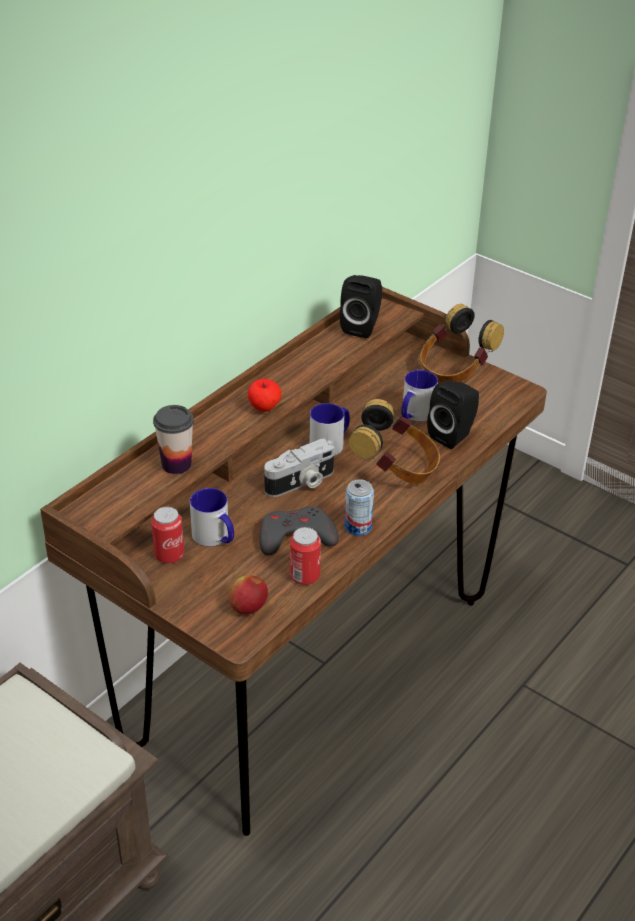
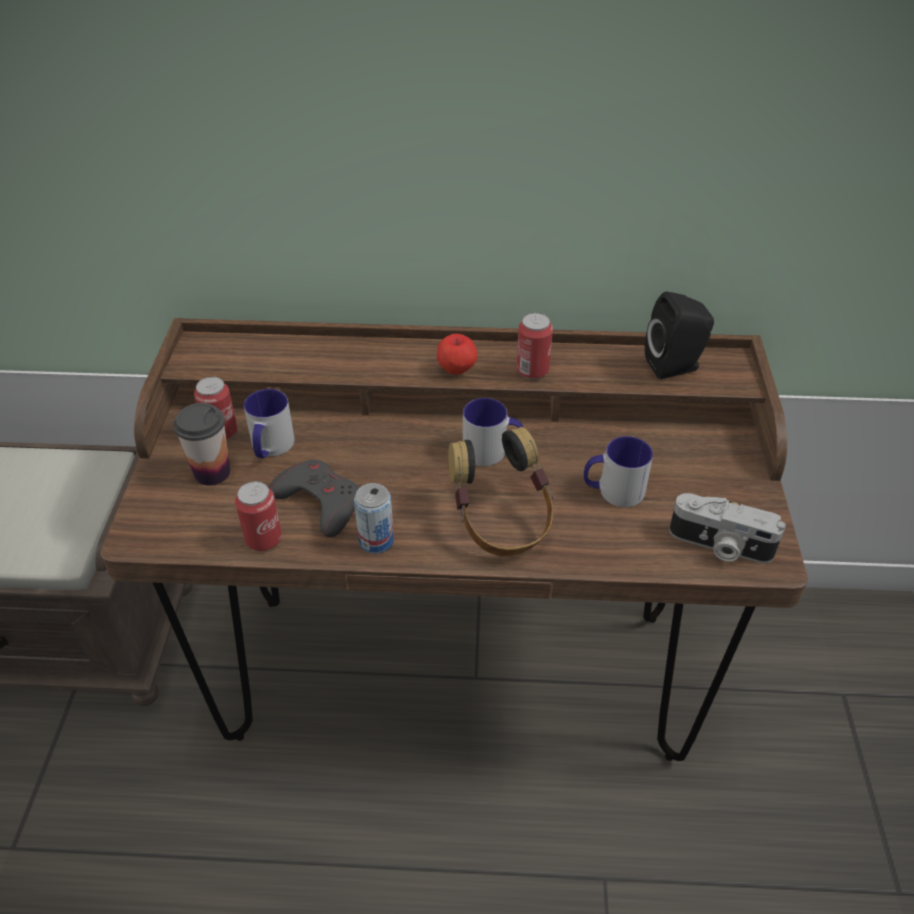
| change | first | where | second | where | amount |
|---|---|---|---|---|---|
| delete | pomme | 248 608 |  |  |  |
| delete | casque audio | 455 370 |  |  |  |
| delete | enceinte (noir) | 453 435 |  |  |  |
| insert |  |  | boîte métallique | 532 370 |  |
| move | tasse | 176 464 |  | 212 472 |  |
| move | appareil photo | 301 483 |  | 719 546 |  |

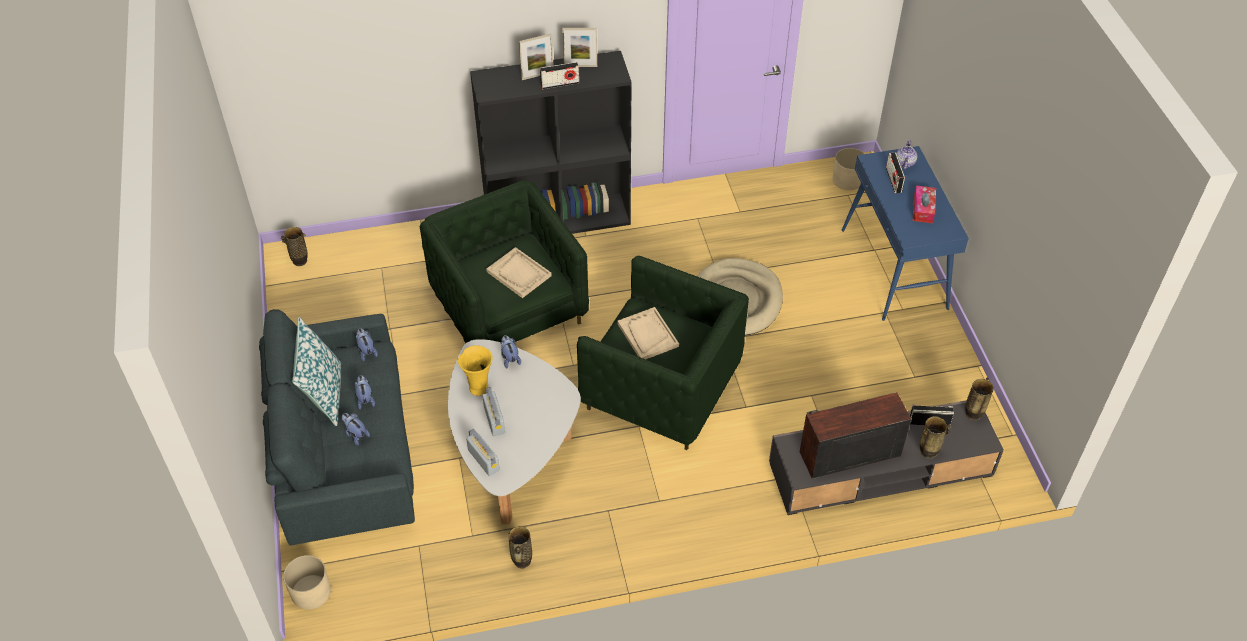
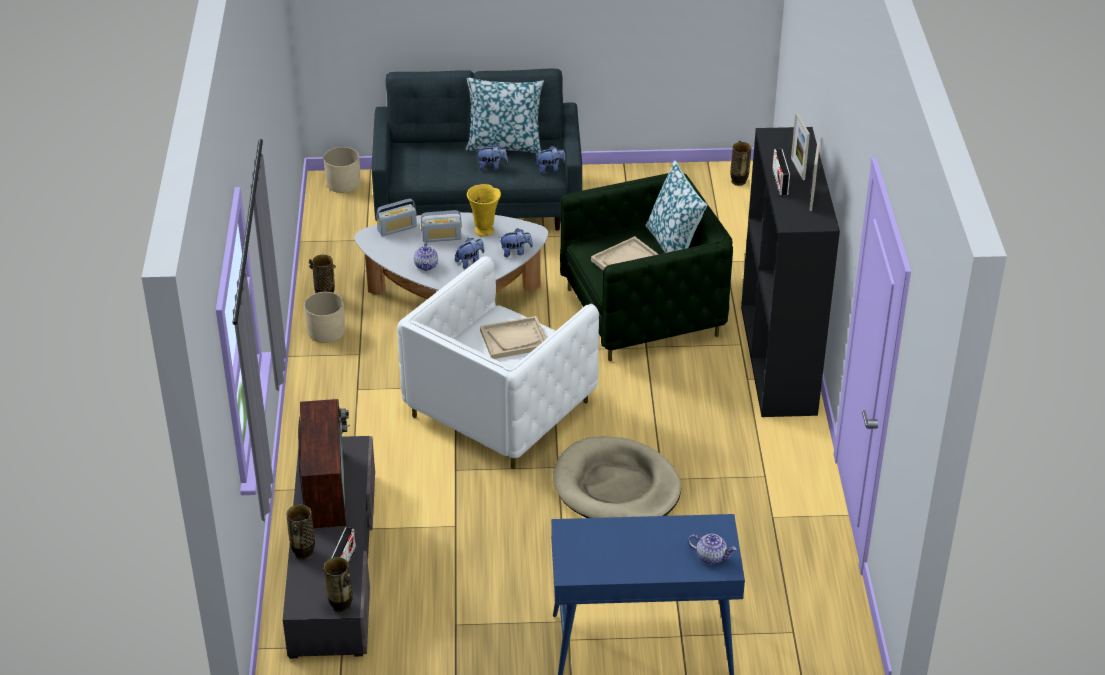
| change | first | where | second | where | amount |
|---|---|---|---|---|---|
| delete | radio | 893 180 |  |  |  |
| delete | boîte à mouchoirs | 923 208 |  |  |  |
| insert |  |  | théière | 426 266 |  |
| insert |  |  | coussin | 674 245 |  |
| move | peluche | 355 434 |  | 470 262 |  |
| move | cache-pot (beige) | 847 179 |  | 326 331 |  |
| recolor | fauteuil (vert) | 661 388 | fauteuil (blanc) | 500 409 |  |

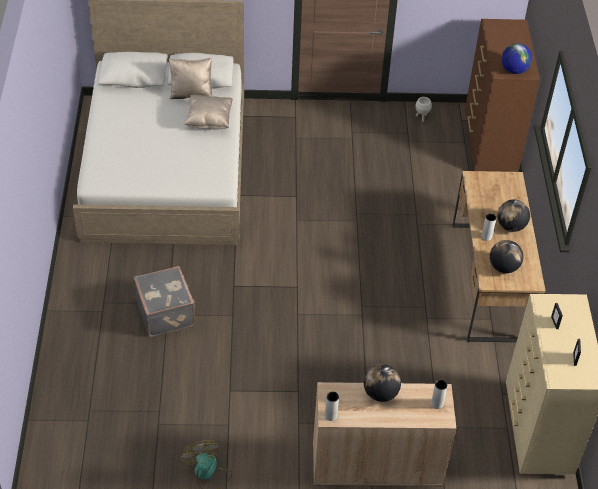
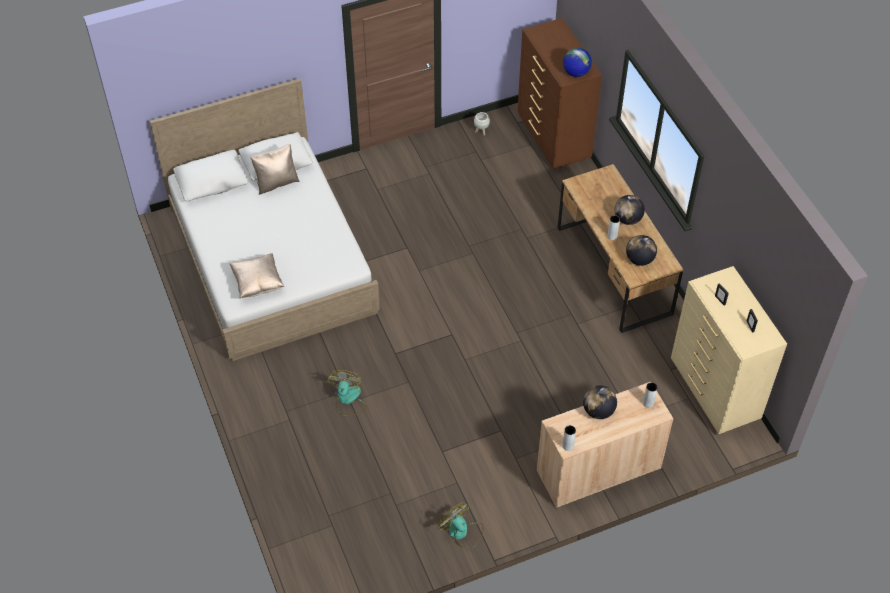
| change | first | where | second | where | amount |
|---|---|---|---|---|---|
| move | coussin (beige) | 209 121 |  | 258 283 |  |
| replace | valise (gris) | 166 312 | ventilateur | 348 400 |  |

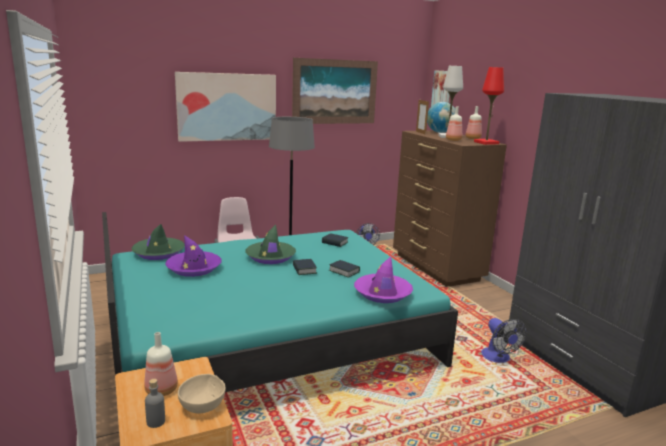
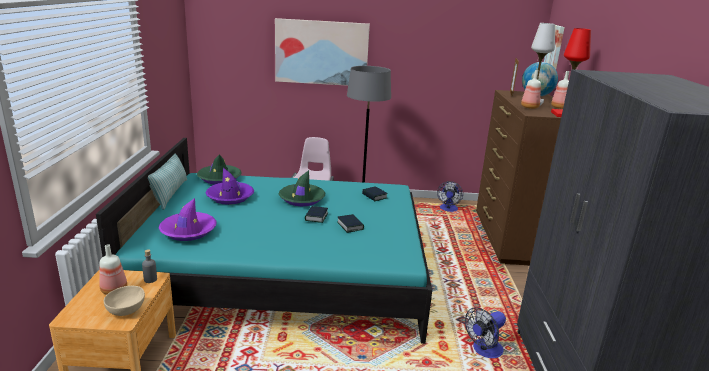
| change | first | where | second | where | amount |
|---|---|---|---|---|---|
| delete | tableau | 335 92 |  |  |  |
| insert |  |  | coussin | 170 193 |  |
| move | bouteille (gris) | 156 422 |  | 150 279 |  |
| move | chapeau (violet) | 382 293 |  | 188 231 |  |
| rotate | ventilateur | 498 358 |  | 484 350 | 45 degrees clockwise |

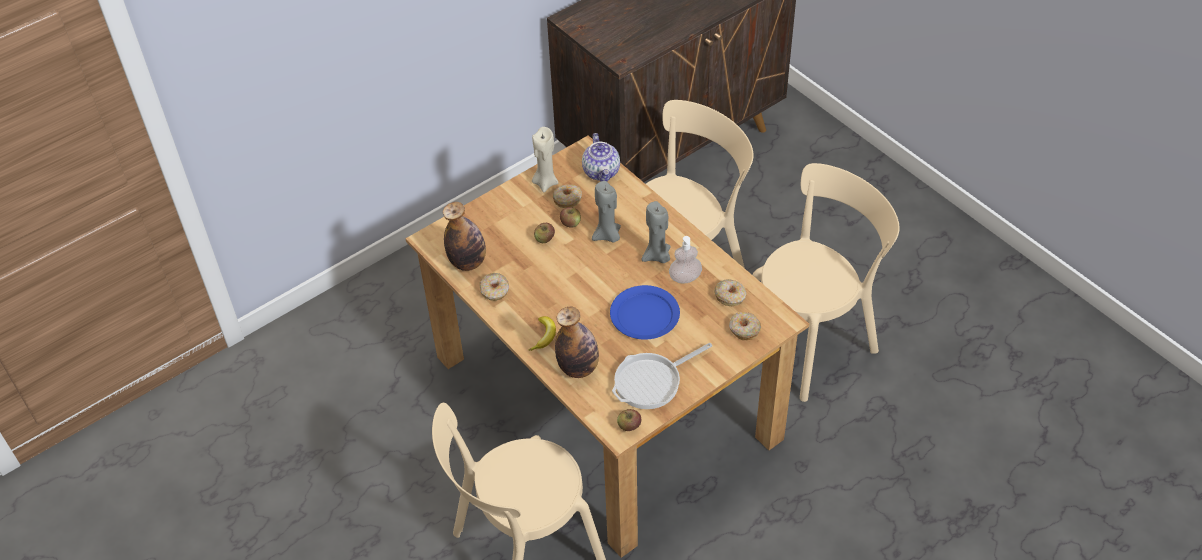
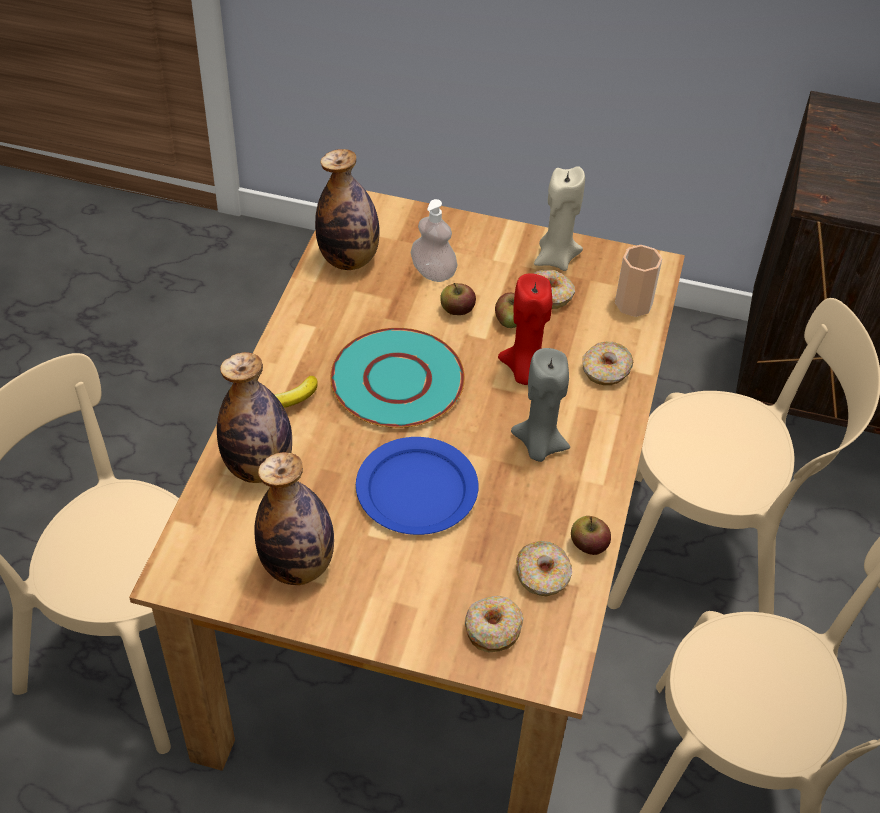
| change | first | where | second | where | amount |
|---|---|---|---|---|---|
| insert |  |  | assiette (turquoise) | 397 381 |  |
| move | beignet | 495 291 |  | 606 370 |  |
| move | pomme | 629 426 |  | 588 545 |  |
| move | distributeur de savon | 685 278 |  | 433 272 |  |
| replace | théière | 602 172 | tasse | 633 303 |  |
| replace | poêle | 652 382 | bouteille | 298 565 |  |
| recolor | bougie (gris) | 607 236 | bougie (rouge) | 524 371 |  |

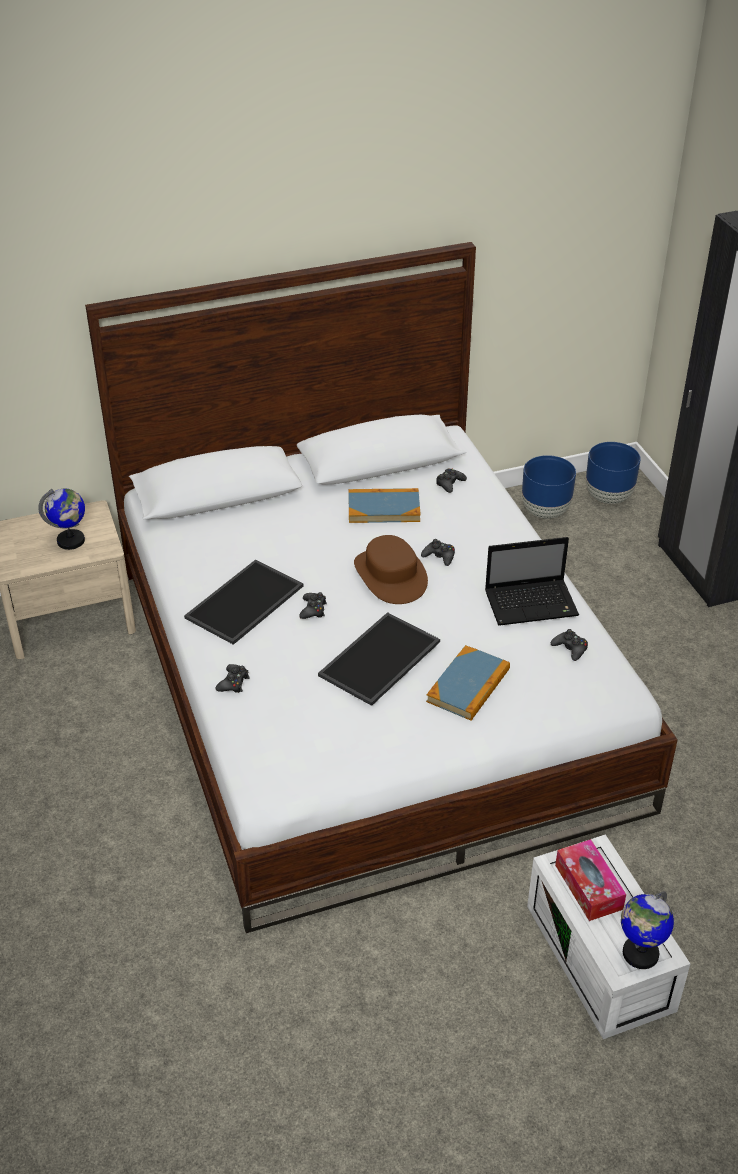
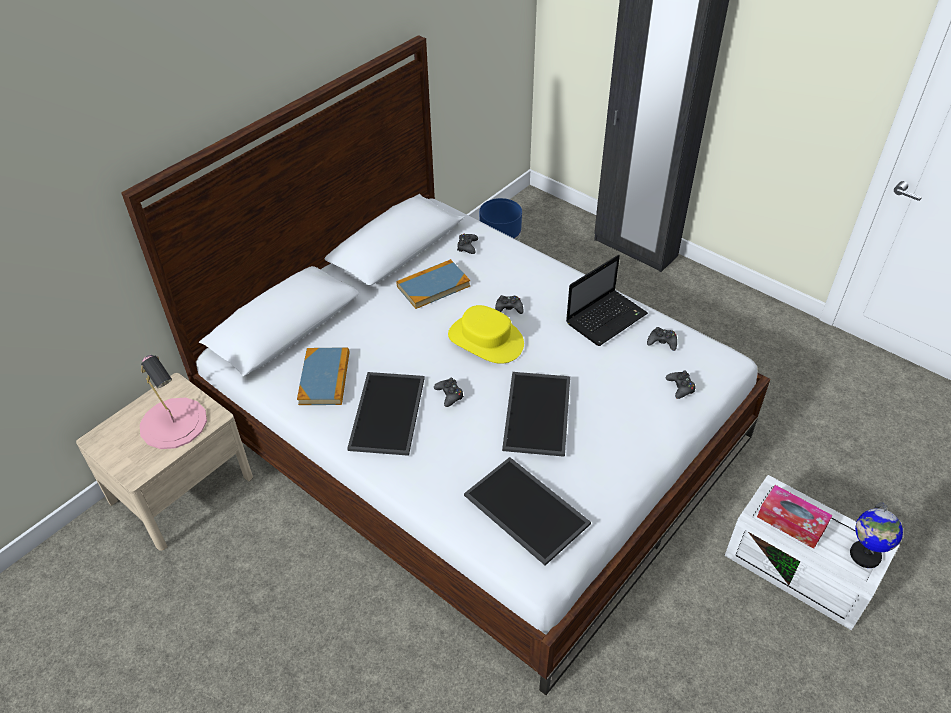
| change | first | where | second | where | amount |
|---|---|---|---|---|---|
| delete | cache-pot (bleu) | 608 497 |  |  |  |
| insert |  |  | plateau | 528 509 |  |
| move | manette (noir) | 233 683 |  | 680 387 |  |
| move | livre | 468 686 |  | 325 378 |  |
| replace | globe | 71 541 | lampe de table (rose) | 174 423 |  |
| recolor | chapeau (marron) | 391 575 | chapeau (jaune) | 486 339 |  |

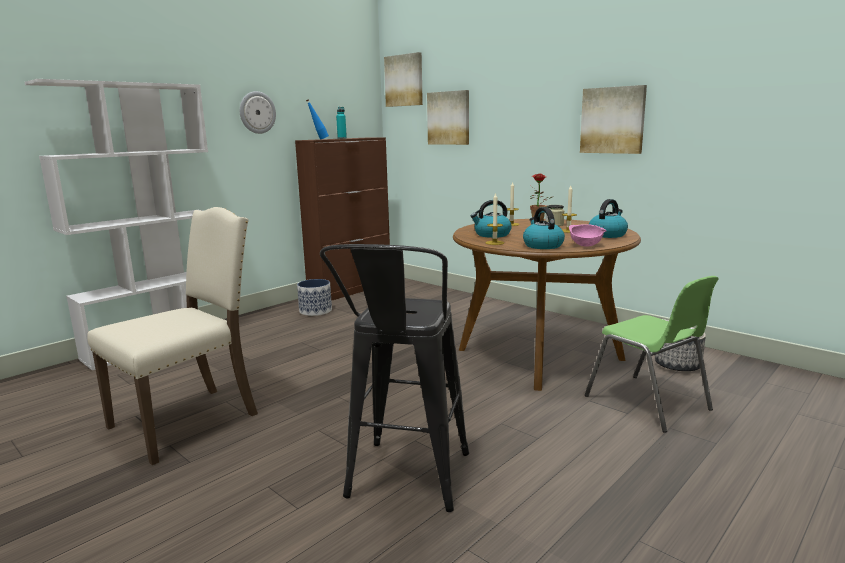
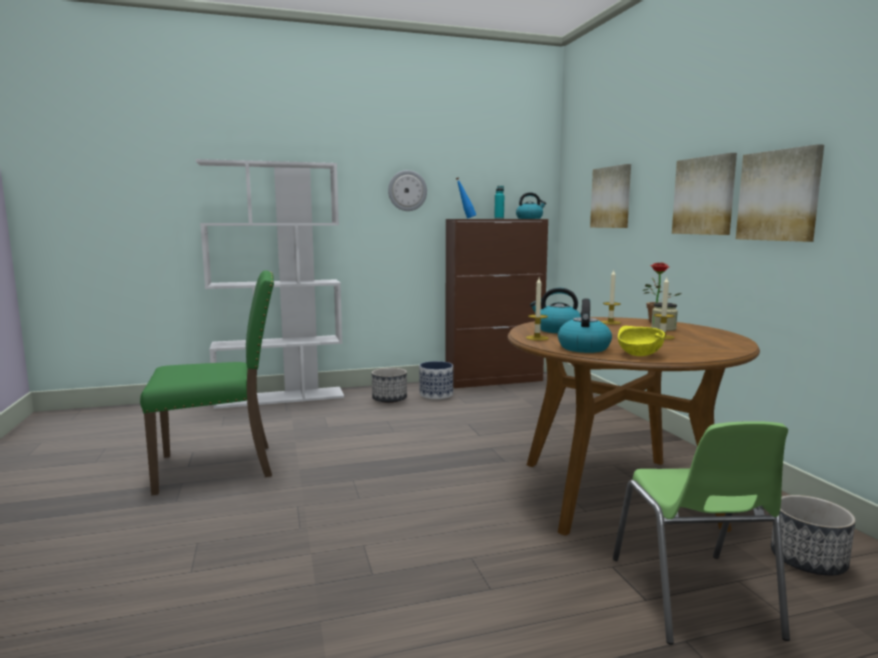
| change | first | where | second | where | amount |
|---|---|---|---|---|---|
| delete | tabouret (noir) | 405 483 |  |  |  |
| insert |  |  | cache-pot | 389 399 |  |
| move | tableau | 404 80 |  | 704 196 |  |
| move | bouilloire | 607 235 |  | 529 218 |  |
| recolor | chaise (beige) | 188 420 | chaise (vert) | 219 466 |  |
| recolor | bol (rose) | 586 245 | bol (jaune) | 639 355 |  |

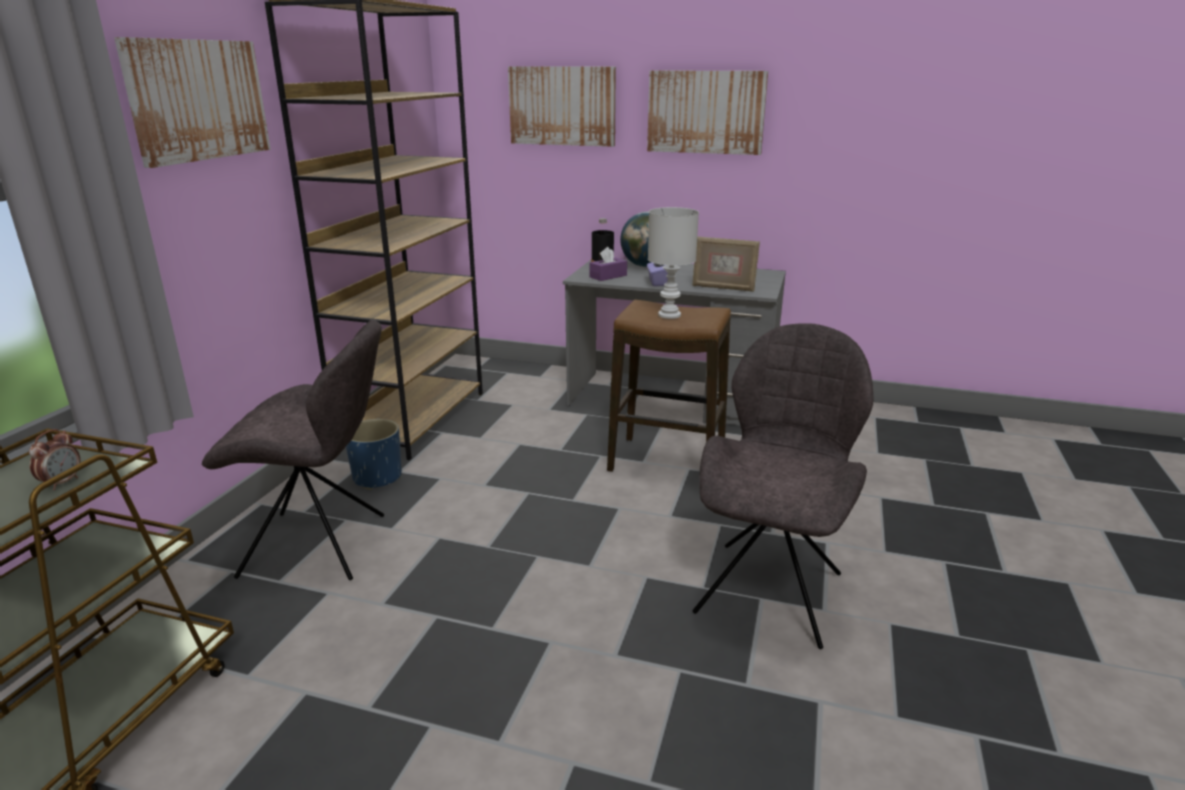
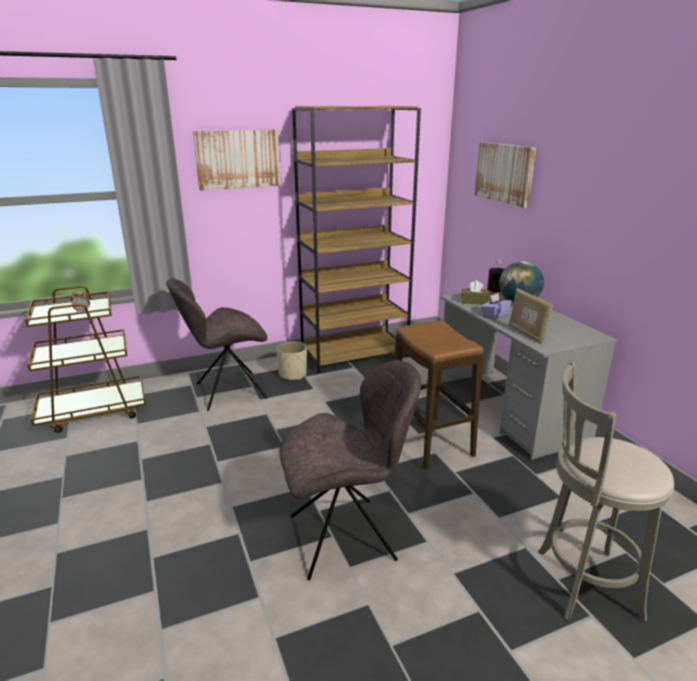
| change | first | where | second | where | amount |
|---|---|---|---|---|---|
| delete | tableau | 706 112 |  |  |  |
| delete | lampe de table (blanc) | 668 315 |  |  |  |
| insert |  |  | tabouret (gris) | 582 583 |  |
| recolor | cache-pot (bleu) | 377 477 | cache-pot (beige) | 293 375 |  |
| recolor | boîte à mouchoirs (violet) | 608 276 | boîte à mouchoirs (marron) | 474 301 |  |
| rotate | chaise (gris) | 320 545 |  | 227 391 | 105 degrees clockwise |

